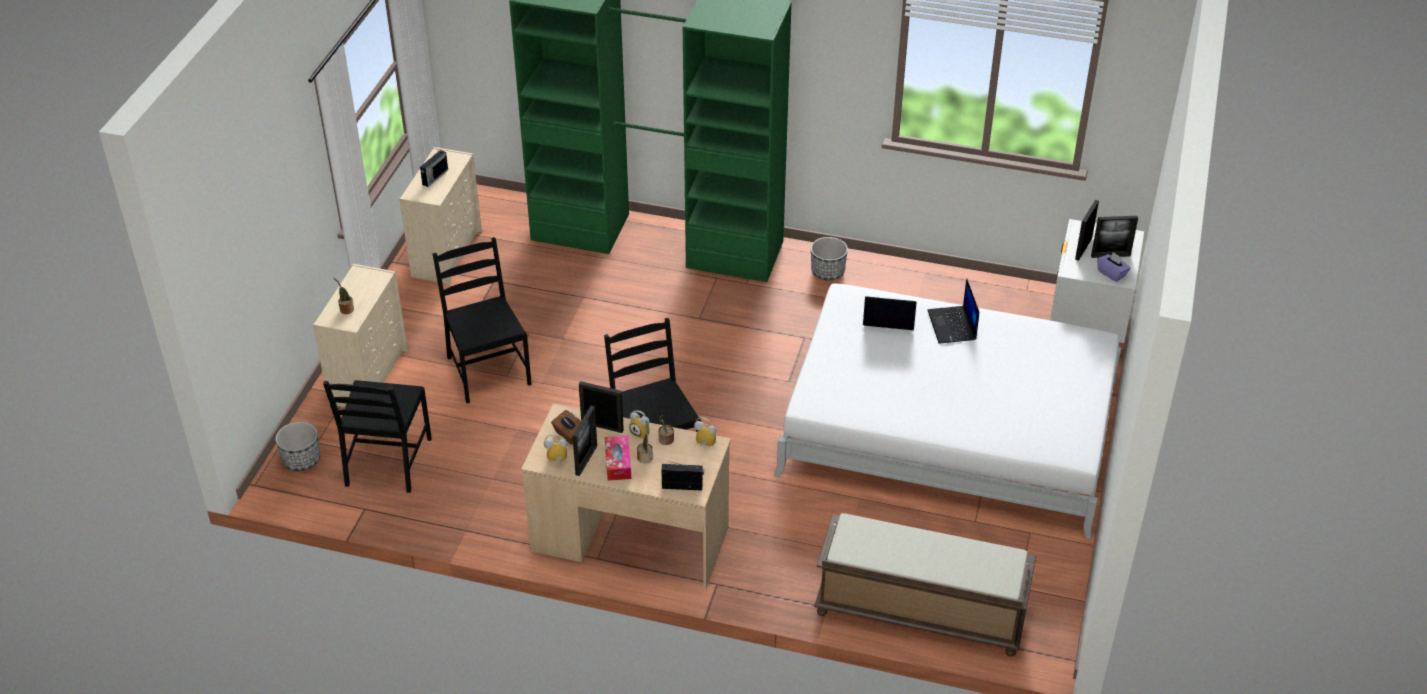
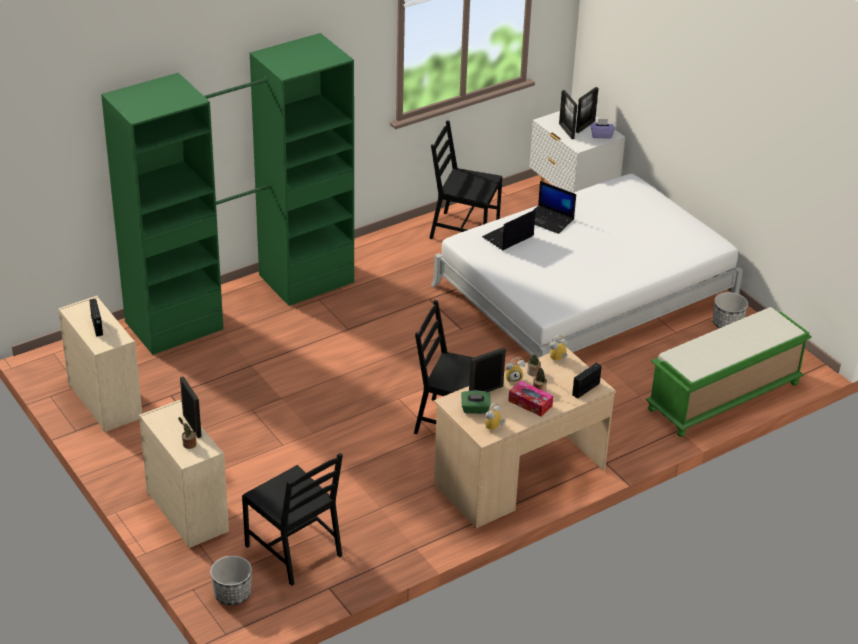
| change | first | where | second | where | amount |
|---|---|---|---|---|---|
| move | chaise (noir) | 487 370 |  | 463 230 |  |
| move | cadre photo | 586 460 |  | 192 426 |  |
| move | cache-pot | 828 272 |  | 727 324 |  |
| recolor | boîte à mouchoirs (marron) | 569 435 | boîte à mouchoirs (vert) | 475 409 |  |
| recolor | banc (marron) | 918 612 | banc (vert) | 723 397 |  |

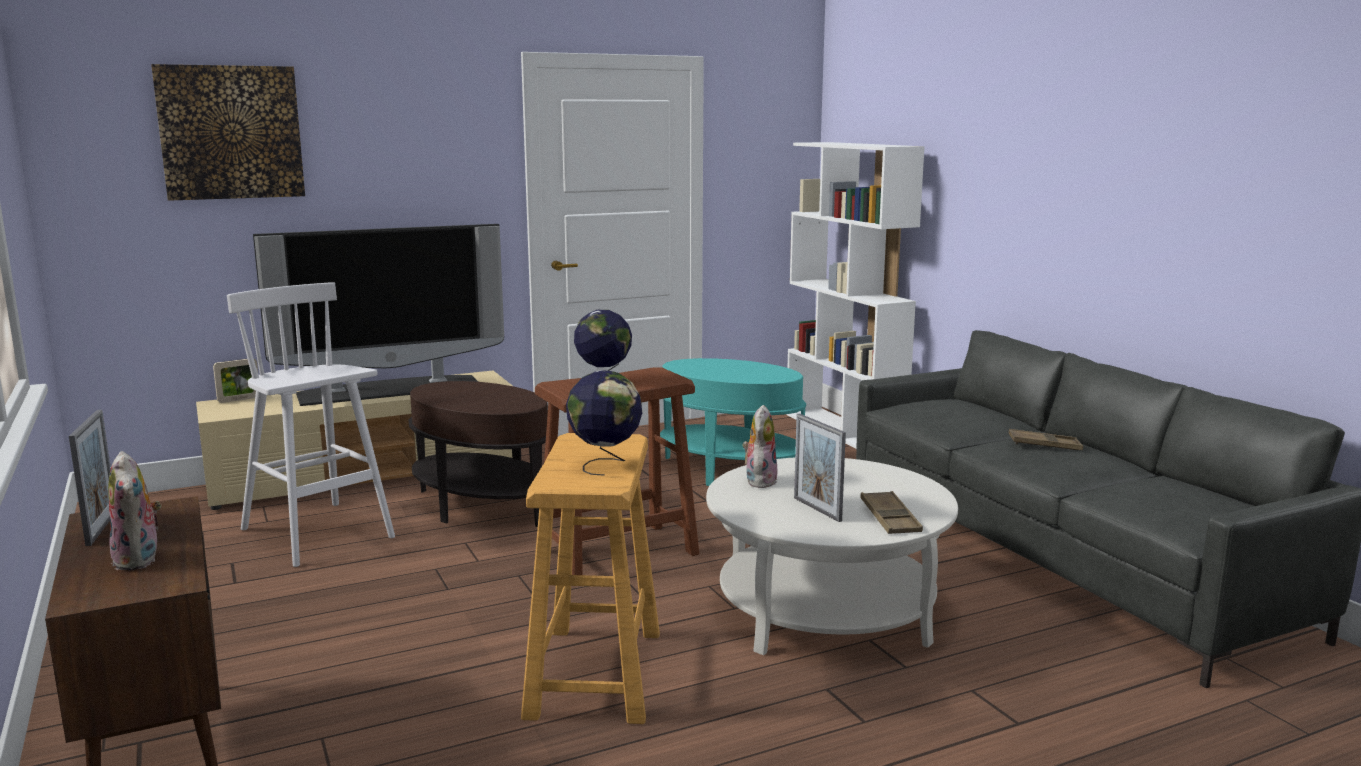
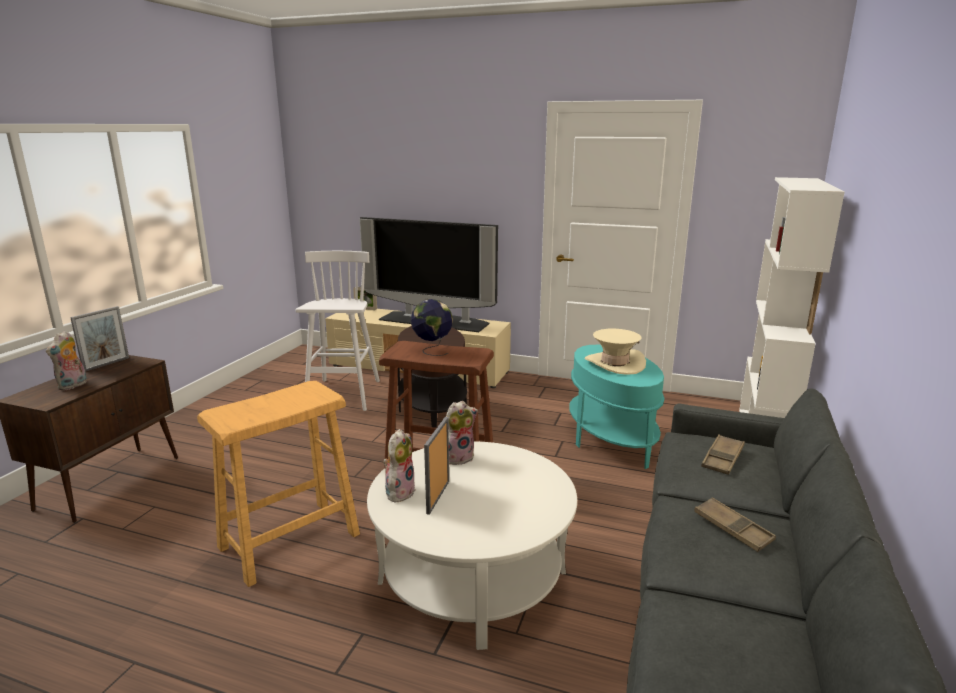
| change | first | where | second | where | amount |
|---|---|---|---|---|---|
| delete | tableau | 231 132 |  |  |  |
| delete | globe | 605 464 |  |  |  |
| insert |  |  | peluche | 399 491 |  |
| insert |  |  | chapeau (beige) | 614 364 |  |
| move | plateau (marron) | 890 518 |  | 722 458 |  |

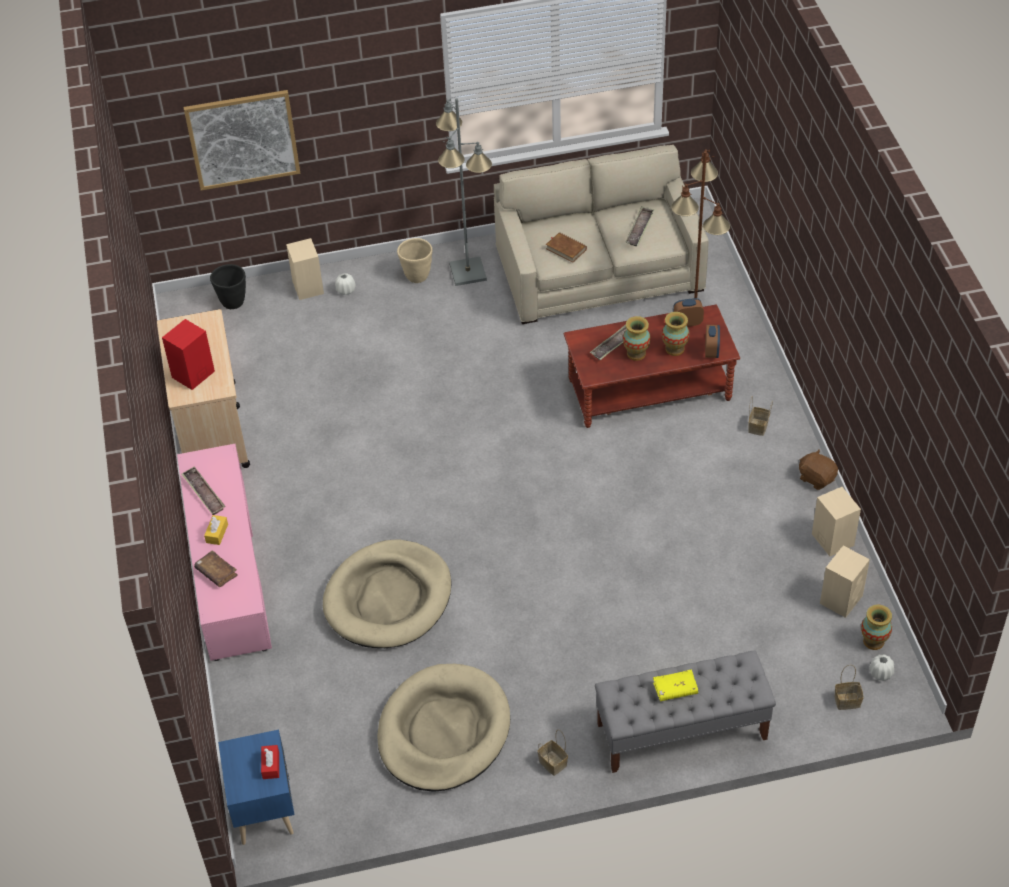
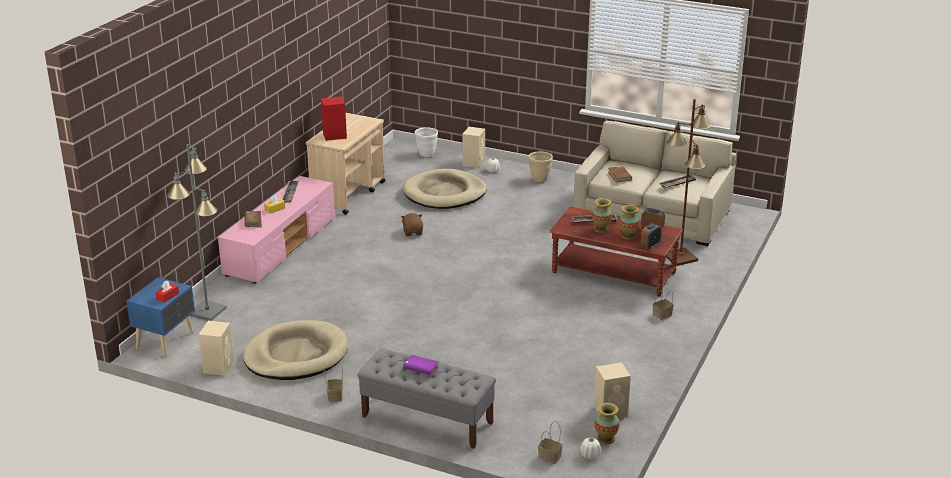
| change | first | where | second | where | amount |
|---|---|---|---|---|---|
| delete | tableau | 243 139 |  |  |  |
| move | panier pour chien (beige) | 388 598 |  | 445 193 |  |
| move | lampadaire (gris) | 468 272 |  | 208 311 |  |
| move | peluche (marron) | 816 478 |  | 413 232 |  |
| move | enceinte (beige) | 832 539 |  | 219 366 |  |
| recolor | cache-pot (noir) | 233 302 | cache-pot (blanc) | 426 154 |  |
| recolor | livre (jaune) | 675 689 | livre (violet) | 421 369 |  |

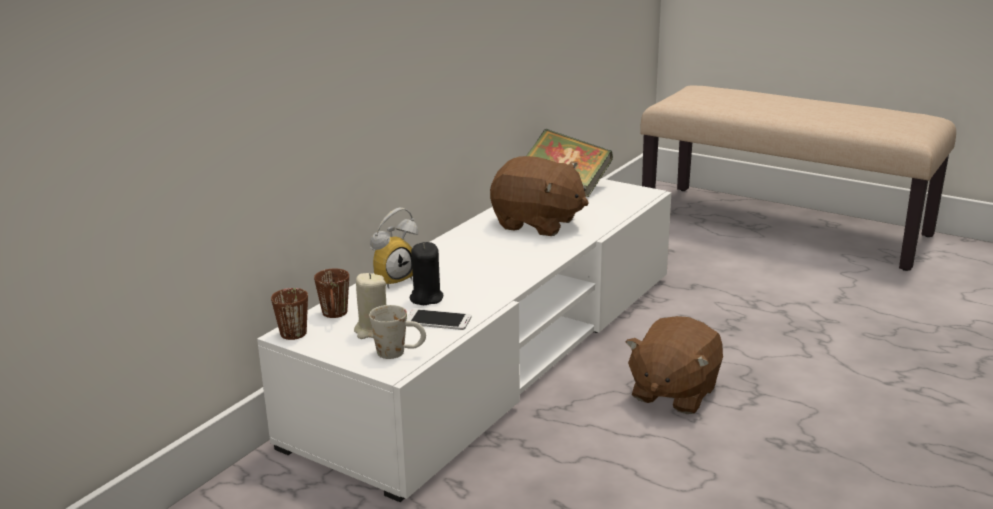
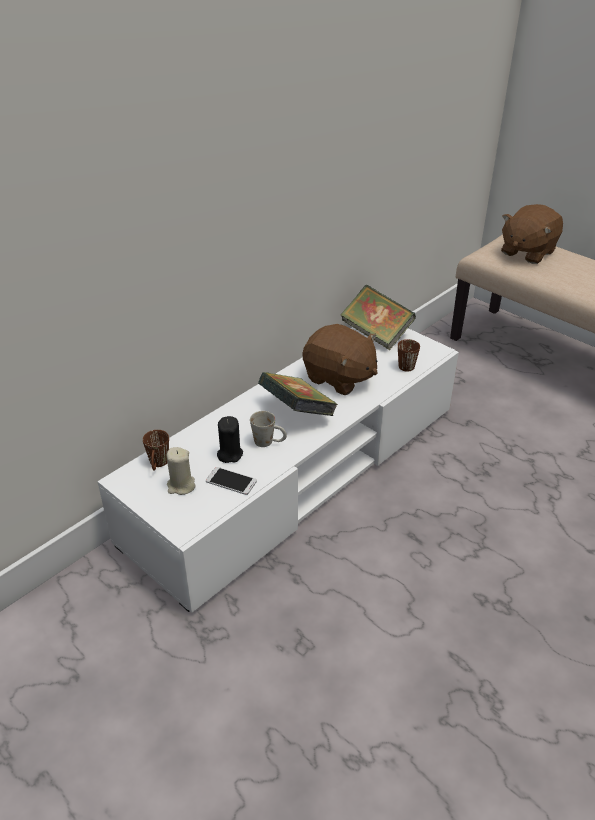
| change | first | where | second | where | amount |
|---|---|---|---|---|---|
| delete | réveil | 393 278 |  |  |  |
| insert |  |  | livre | 297 412 |  |
| move | mug (marron) | 295 329 |  | 407 364 |  |
| move | mug (blanc) | 399 353 |  | 269 442 |  |
| move | peluche (marron) | 673 392 |  | 527 252 |  |

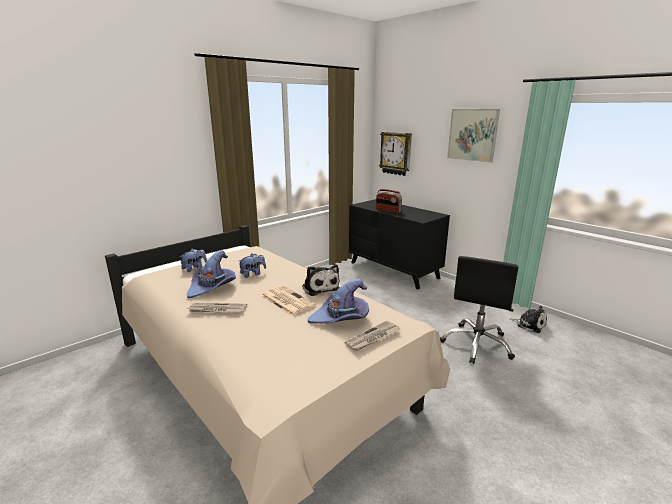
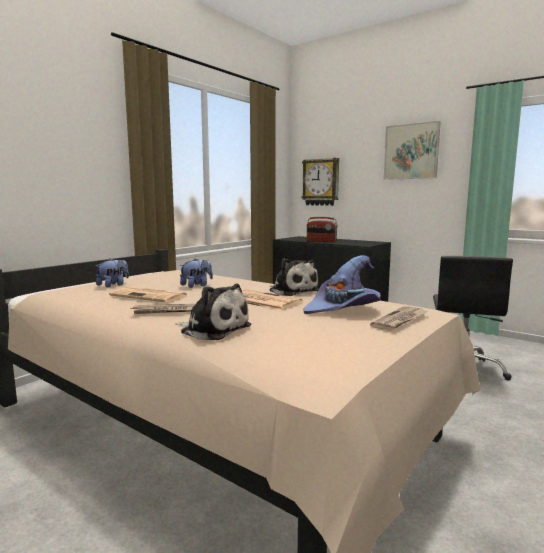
| change | first | where | second | where | amount |
|---|---|---|---|---|---|
| move | peluche | 529 324 |  | 213 329 |  |
| replace | chapeau (violet) | 212 287 | journal | 150 296 |  |

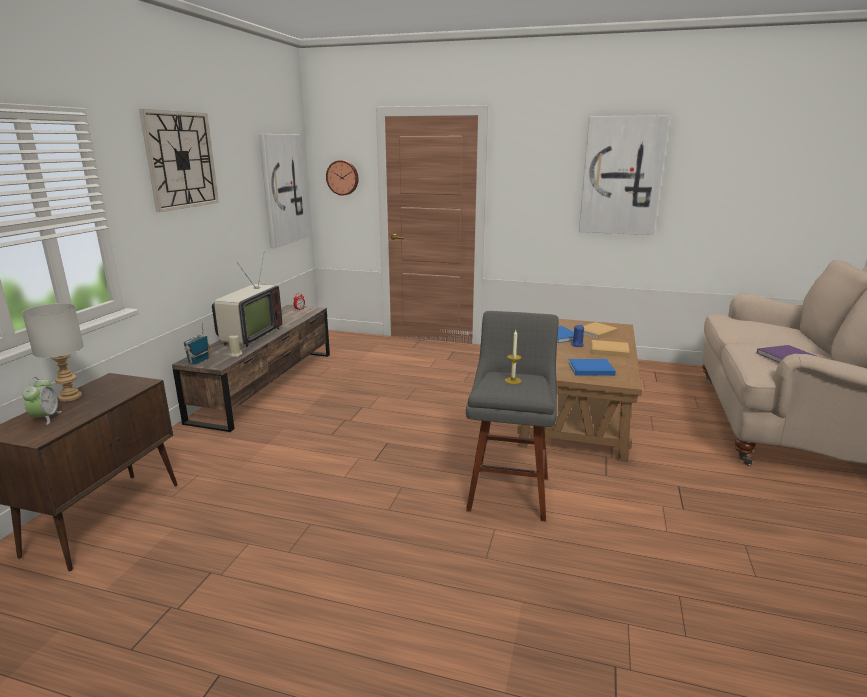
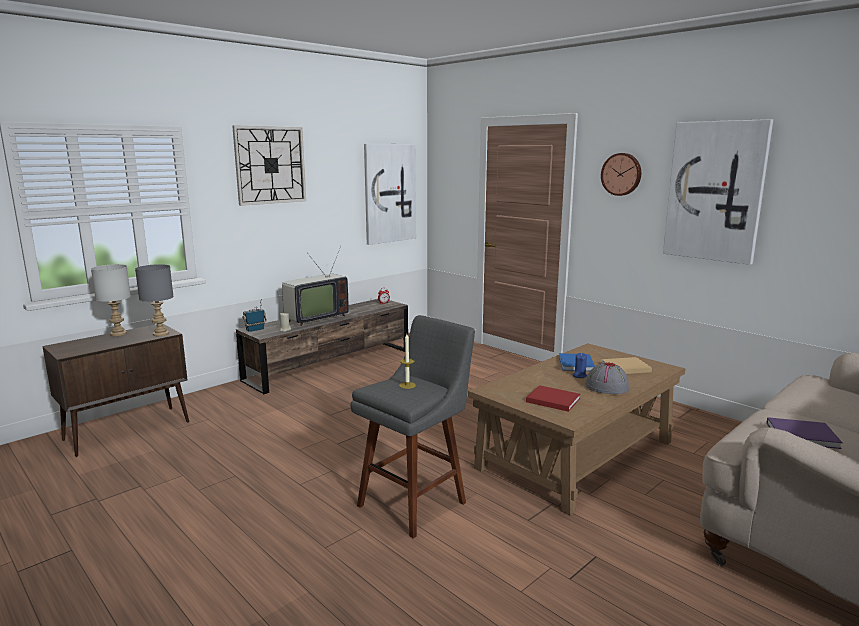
| change | first | where | second | where | amount |
|---|---|---|---|---|---|
| delete | réveil | 45 418 |  |  |  |
| insert |  |  | lampe de table (gris) | 161 334 |  |
| move | horloge murale | 343 177 |  | 621 174 |  |
| replace | livre (beige) | 608 350 | chapeau (gris) | 606 387 |  |
| recolor | livre (bleu) | 589 369 | livre (rouge) | 551 400 |  |

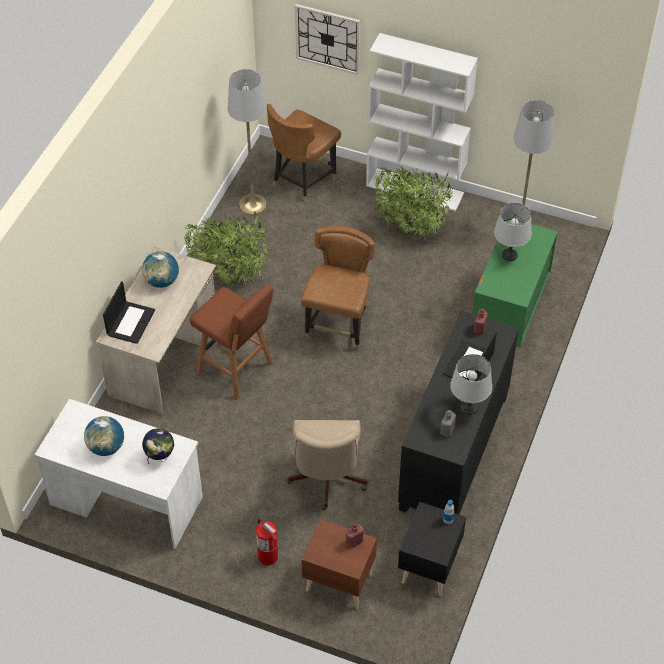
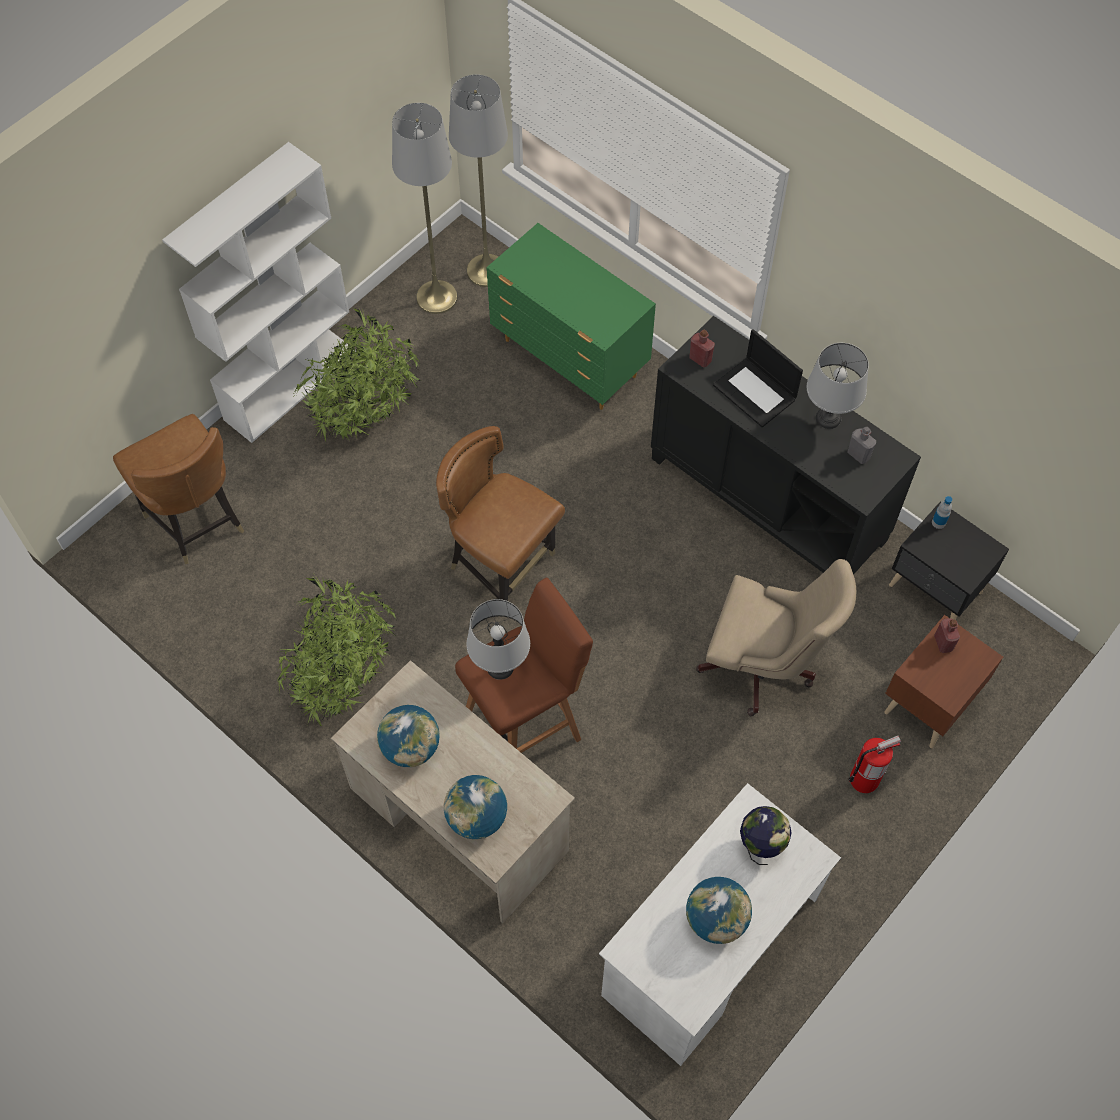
| change | first | where | second | where | amount |
|---|---|---|---|---|---|
| delete | horloge murale | 328 38 |  |  |  |
| move | lampadaire (gris) | 252 204 |  | 486 270 |  |
| move | lampe de table (gris) | 509 255 |  | 501 667 |  |
| replace | ordinateur portable | 130 322 | globe | 477 817 |  |

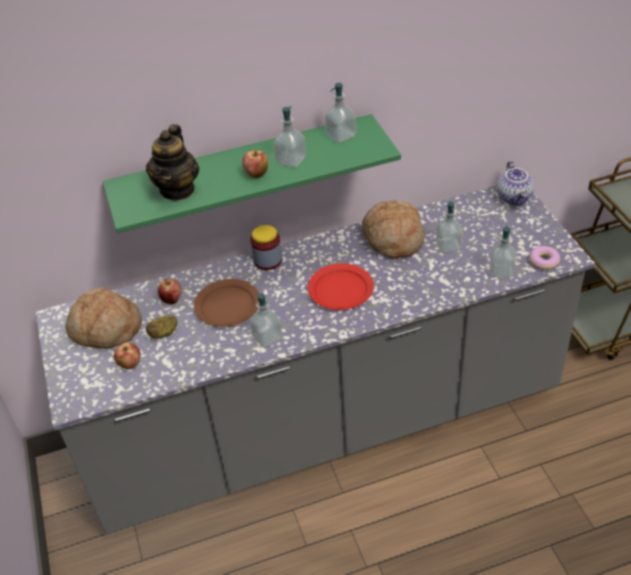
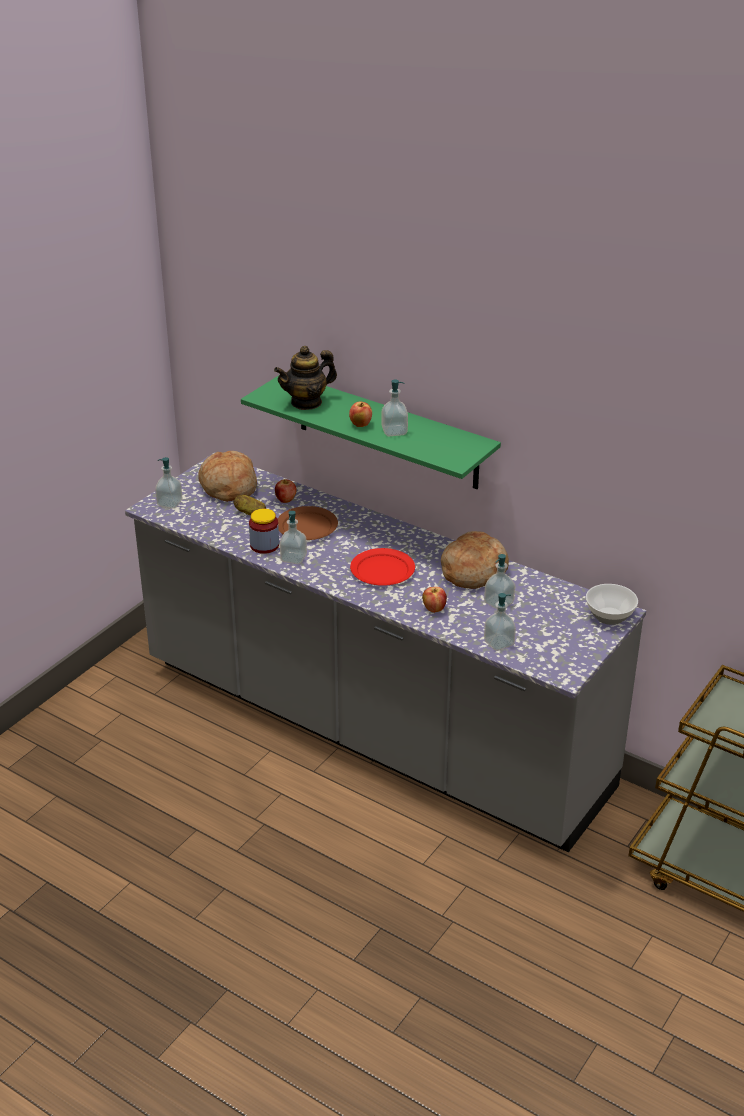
| change | first | where | second | where | amount |
|---|---|---|---|---|---|
| delete | beignet | 543 261 |  |  |  |
| move | pomme | 130 364 |  | 434 609 |  |
| move | bocal | 268 260 |  | 264 545 |  |
| move | distributeur de savon | 341 136 |  | 170 503 |  |
| replace | théière | 514 198 | bol | 610 616 |  |

